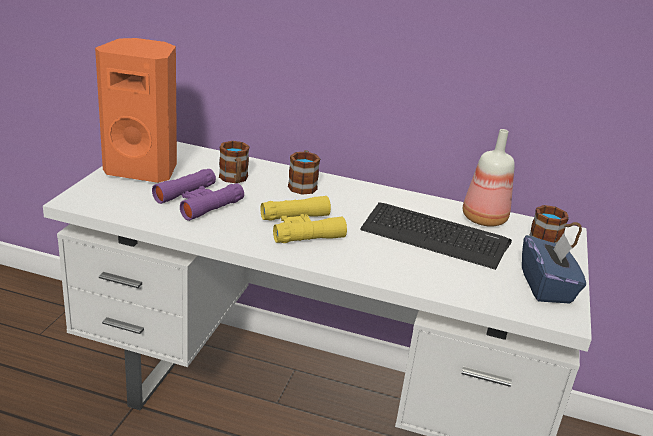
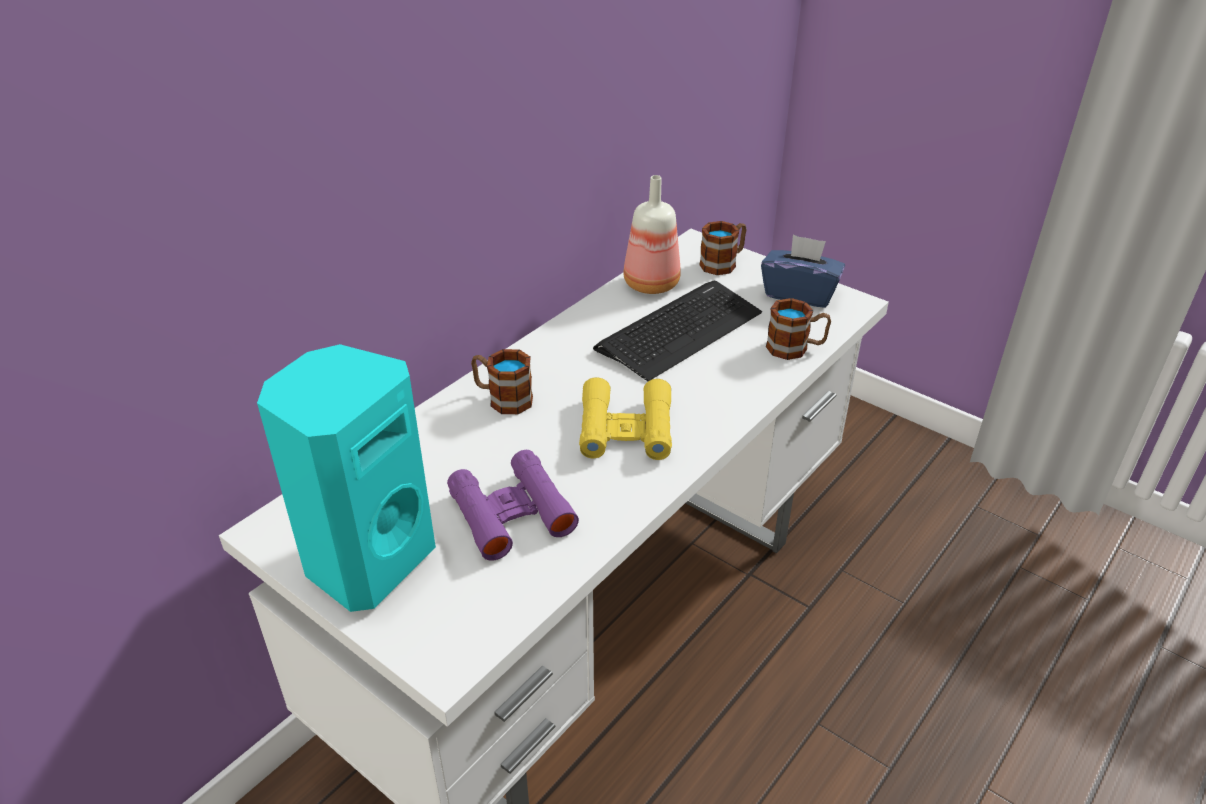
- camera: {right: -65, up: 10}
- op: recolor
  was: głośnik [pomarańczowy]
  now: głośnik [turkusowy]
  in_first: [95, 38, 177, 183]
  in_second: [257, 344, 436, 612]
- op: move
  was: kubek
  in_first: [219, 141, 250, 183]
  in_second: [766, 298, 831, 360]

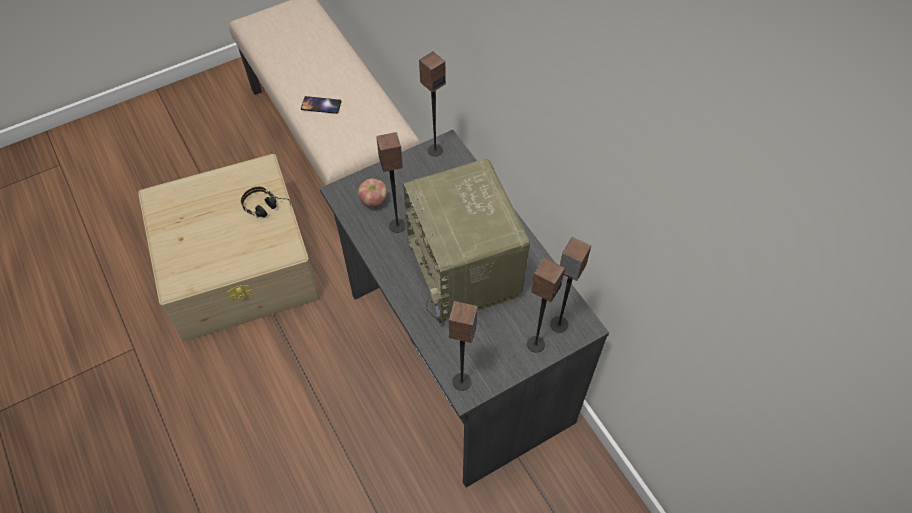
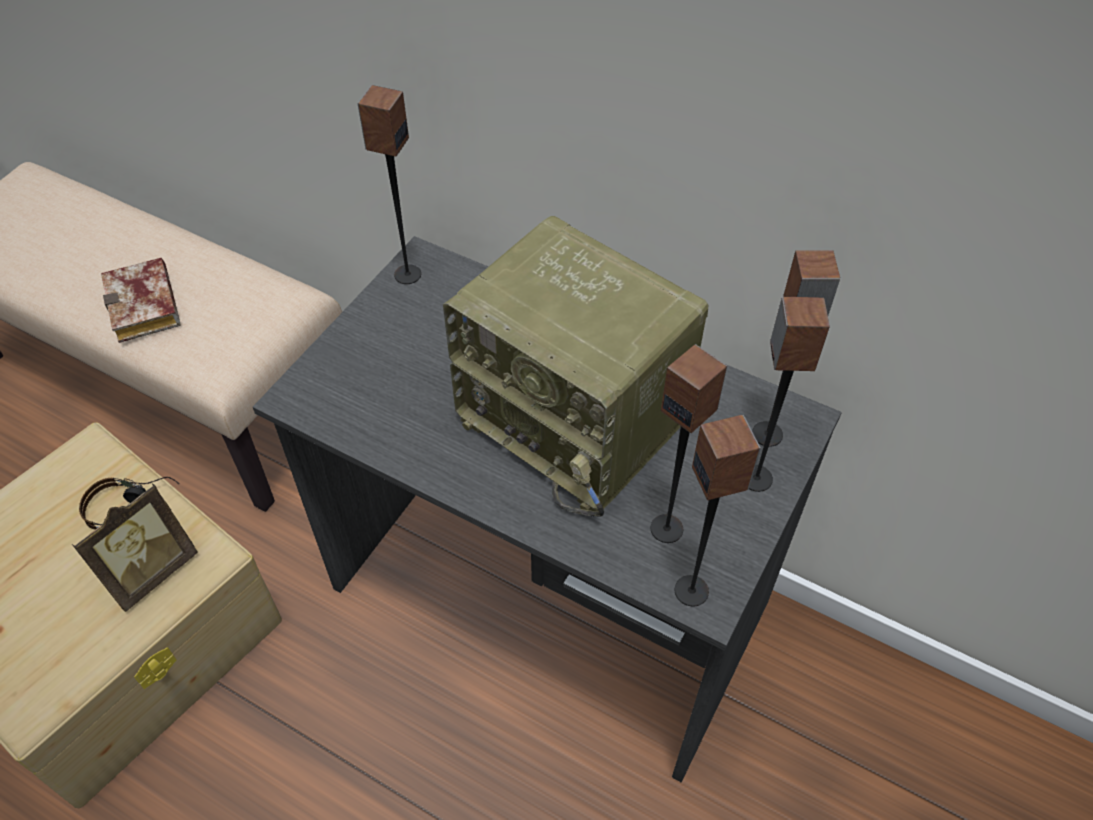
- camera: {right: -30, up: -5}
- op: replace
  was: telefon
  now: książka
  in_first: [301, 96, 342, 114]
  in_second: [101, 258, 181, 343]
- op: move
  was: głośnik
  in_first: [376, 132, 406, 233]
  in_second: [651, 344, 727, 543]
- op: delete
  was: jabłko
  in_first: [358, 179, 387, 207]
- op: insert
  now: ramka na zdjęcie
  in_second: [72, 483, 198, 612]

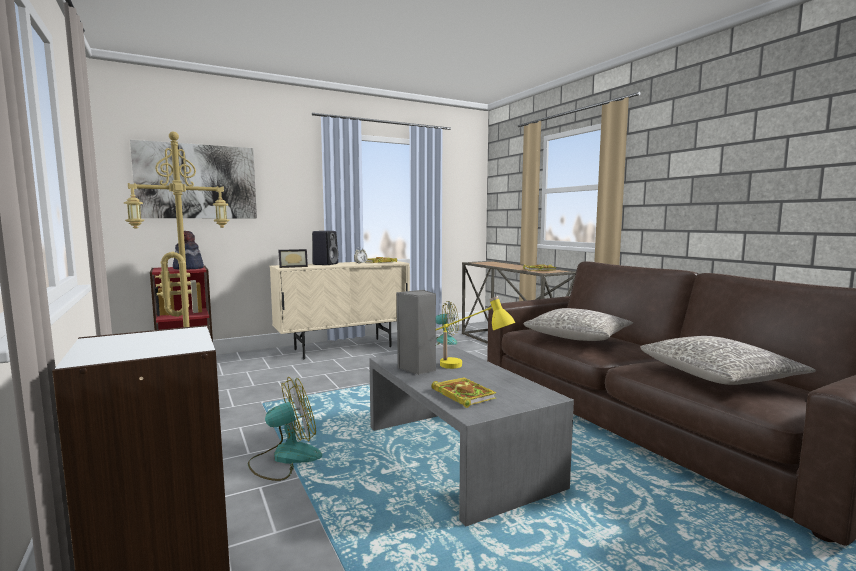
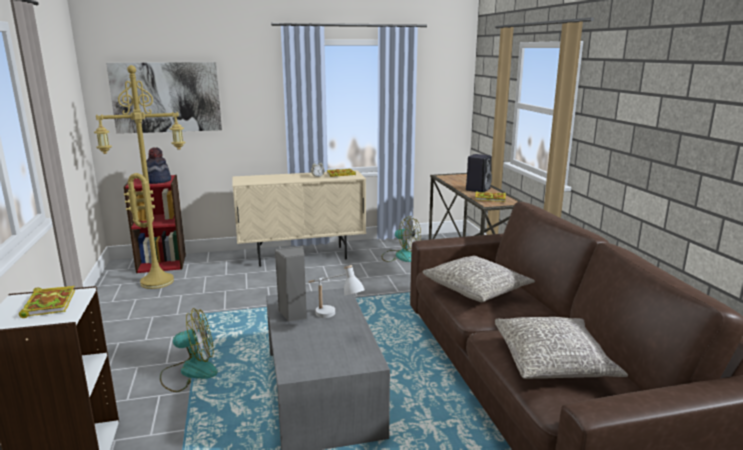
- camera: {right: 15, up: 10}
- op: move
  was: głośnik [czarny]
  in_first: [312, 231, 338, 265]
  in_second: [466, 154, 492, 193]
- op: delete
  was: ramka na zdjęcie
  in_first: [278, 249, 308, 268]
- op: recolor
  was: lampa stołowa [żółty]
  now: lampa stołowa [biały]
  in_first: [436, 296, 515, 369]
  in_second: [308, 265, 365, 318]
- op: move
  was: książka
  in_first: [431, 377, 497, 408]
  in_second: [19, 286, 75, 318]

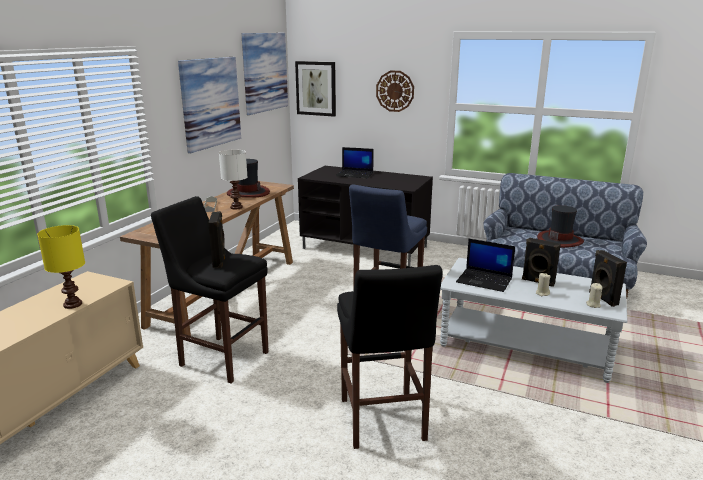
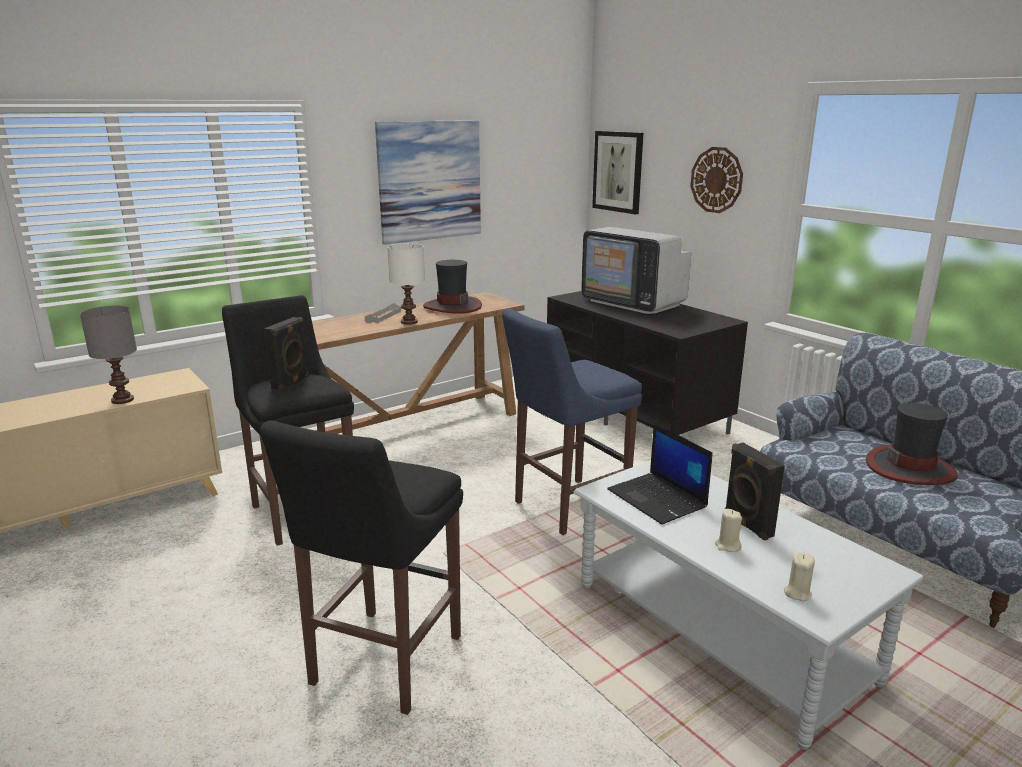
- camera: {right: 30, up: 0}
- op: delete
  was: obraz
  in_first: [241, 33, 288, 115]
- op: replace
  was: laptop
  now: telewizor
  in_first: [336, 147, 374, 178]
  in_second: [581, 227, 691, 314]
- op: recolor
  was: lampa stołowa [żółty]
  now: lampa stołowa [szary]
  in_first: [37, 225, 85, 309]
  in_second: [80, 305, 137, 404]
- op: delete
  was: głośnik [czarny]
  in_first: [589, 250, 627, 307]

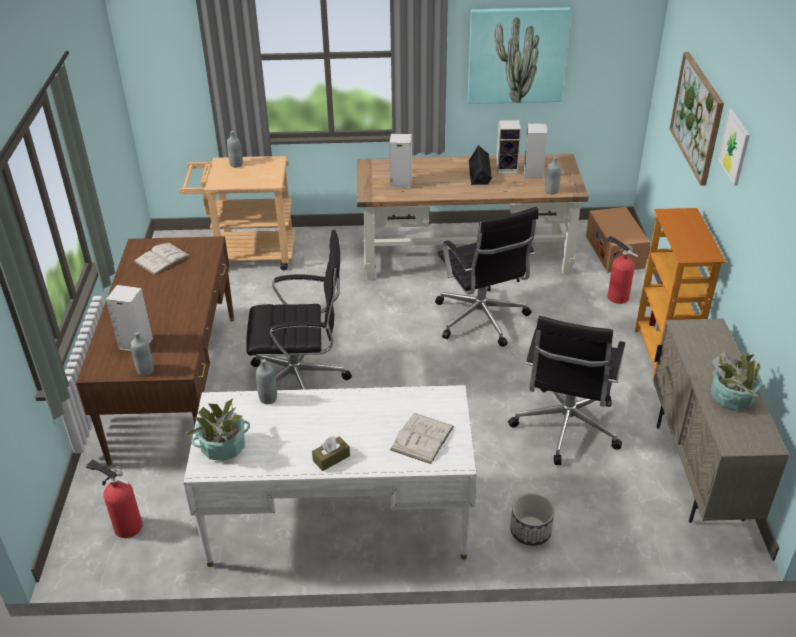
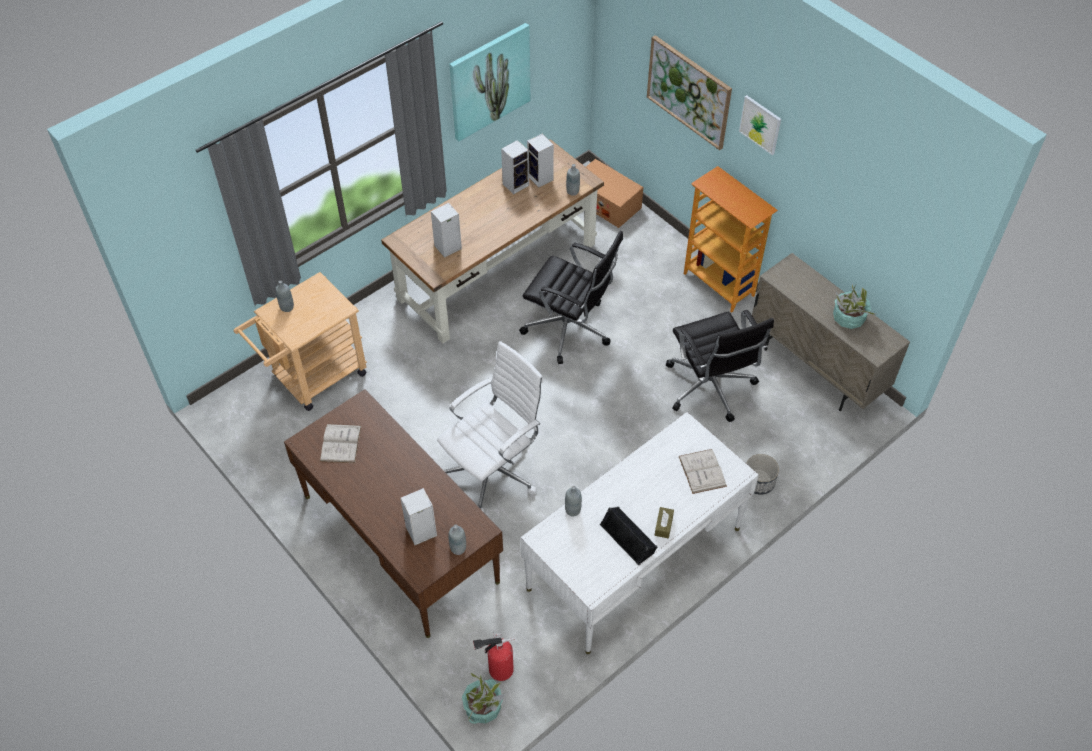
- camera: {right: -40, up: 15}
- op: move
  was: głośnik [czarny]
  in_first: [469, 145, 492, 185]
  in_second: [600, 507, 658, 565]
- op: recolor
  was: krzesło biurowe [czarny]
  now: krzesło biurowe [biały]
  in_first: [246, 230, 352, 391]
  in_second: [437, 341, 543, 511]
- op: delete
  was: gaśnica
  in_first: [606, 236, 638, 304]
- op: move
  was: roślina doniczkowa
  in_first: [185, 398, 250, 461]
  in_second: [462, 671, 505, 724]

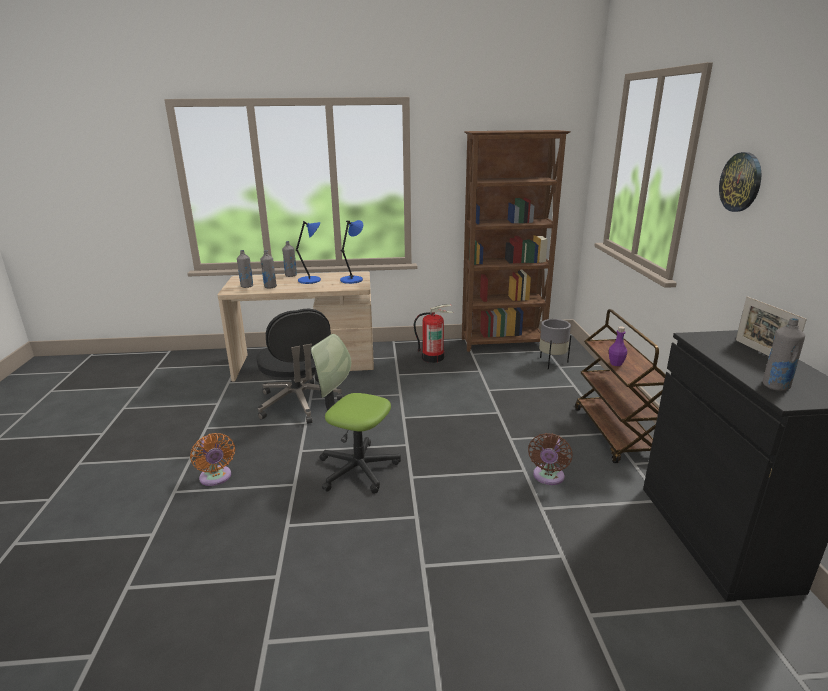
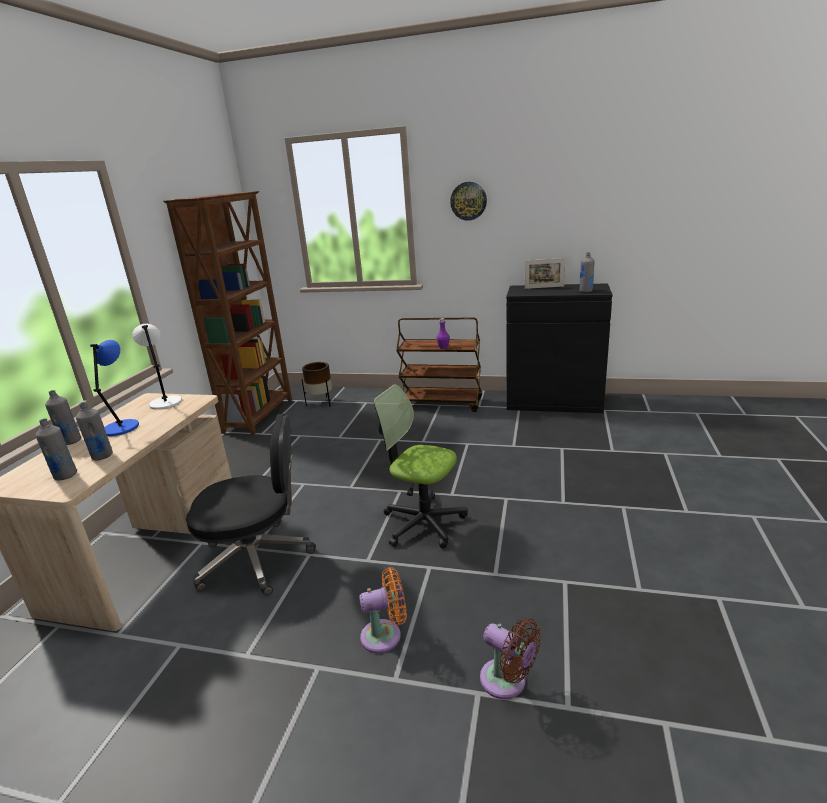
- camera: {right: -70, up: 0}
- op: recolor
  was: lampa stołowa [niebieski]
  now: lampa stołowa [biały]
  in_first: [340, 220, 363, 284]
  in_second: [132, 324, 182, 410]
- op: delete
  was: gaśnica
  in_first: [414, 304, 454, 363]
- op: recolor
  was: donica [szary]
  now: donica [brązowy]
  in_first: [539, 319, 571, 370]
  in_second: [302, 362, 332, 407]
- op: rotate
  was: krzesło biurowe
  in_first: [311, 334, 401, 494]
  in_second: [373, 384, 468, 549]
  clockwise: 75
- op: move
  was: wentylator [brązowy]
  in_first: [528, 433, 572, 485]
  in_second: [480, 618, 541, 699]

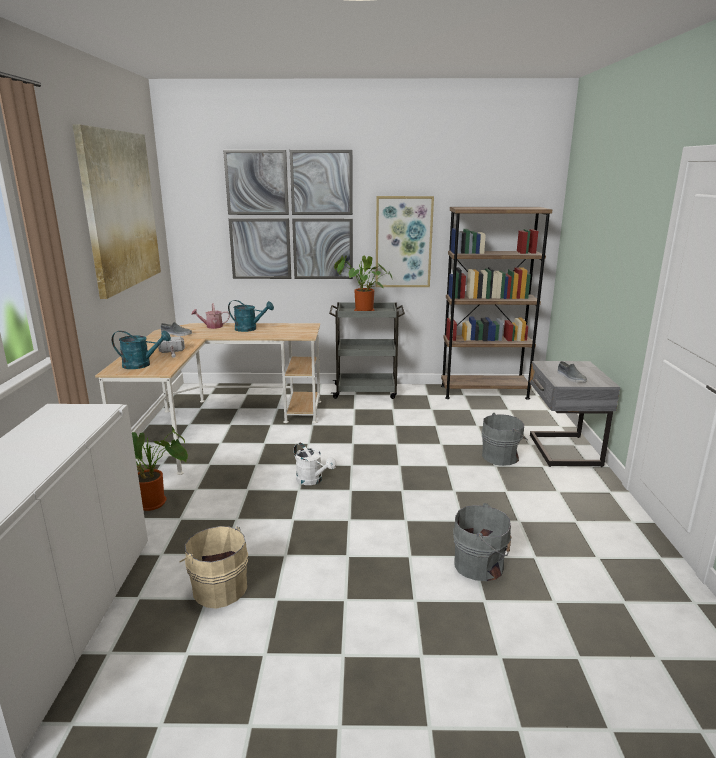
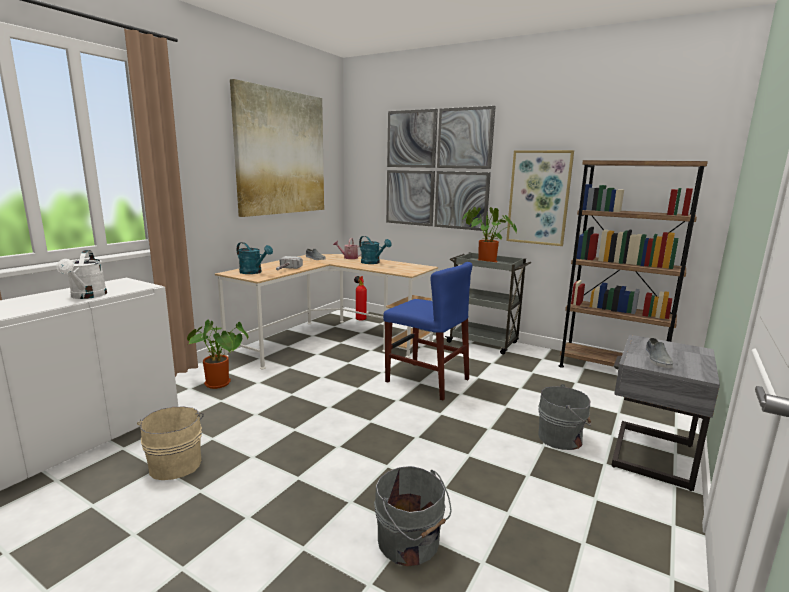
- camera: {right: 30, up: -5}
- op: move
  was: konewka [biały]
  in_first: [294, 443, 336, 485]
  in_second: [56, 250, 107, 299]
- op: insert
  now: krzesło [niebieski]
  in_second: [383, 262, 473, 401]
- op: insert
  now: gaśnica
  in_second: [354, 276, 367, 321]

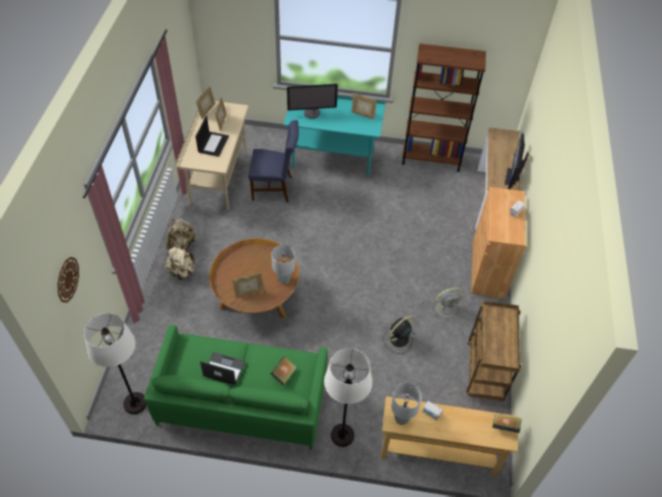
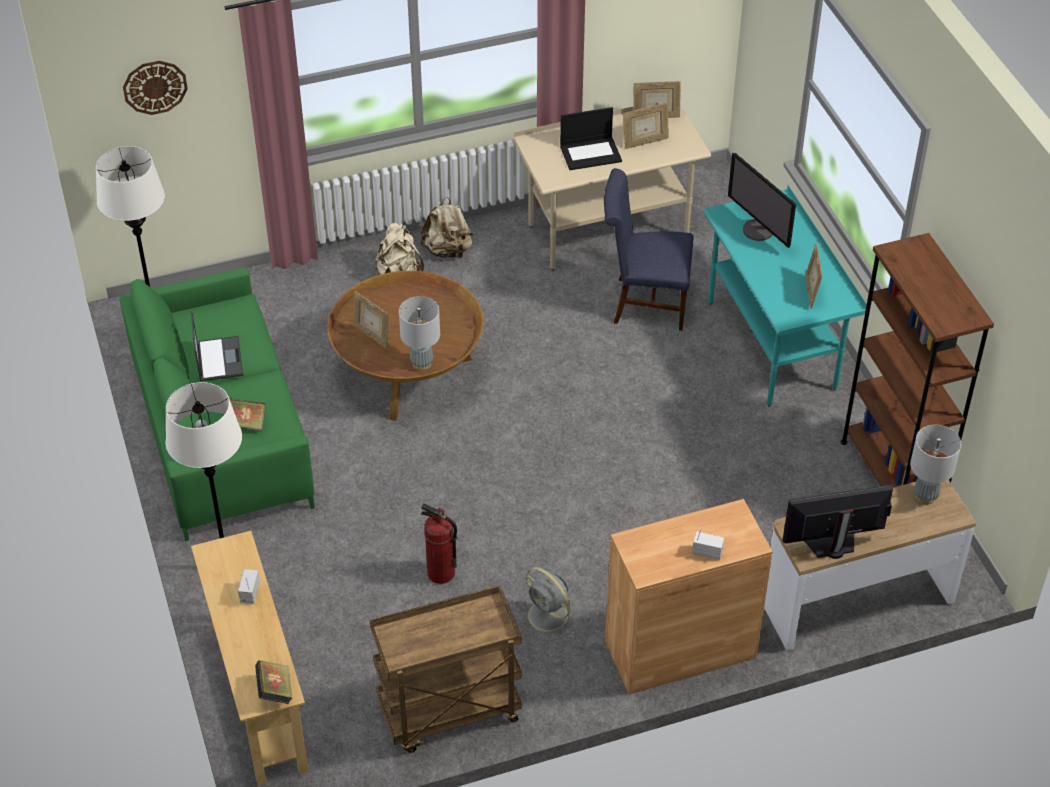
- camera: {right: 65, up: -5}
- op: rotate
  was: krzesło [niebieski]
  in_first: [248, 120, 299, 202]
  in_second: [604, 168, 694, 331]
  clockwise: 120
- op: replace
  was: wentylator [czarny]
  now: gaśnica
  in_first: [383, 316, 415, 354]
  in_second: [421, 504, 457, 584]
- op: move
  was: lampa stołowa [szary]
  in_first: [391, 383, 422, 425]
  in_second: [910, 425, 961, 504]

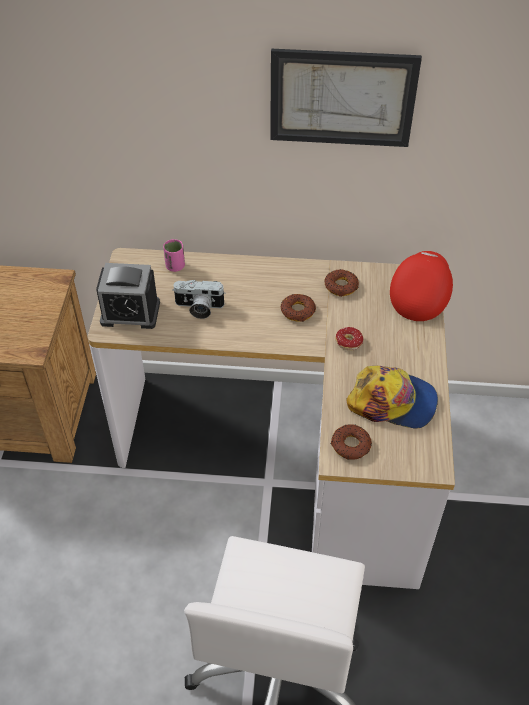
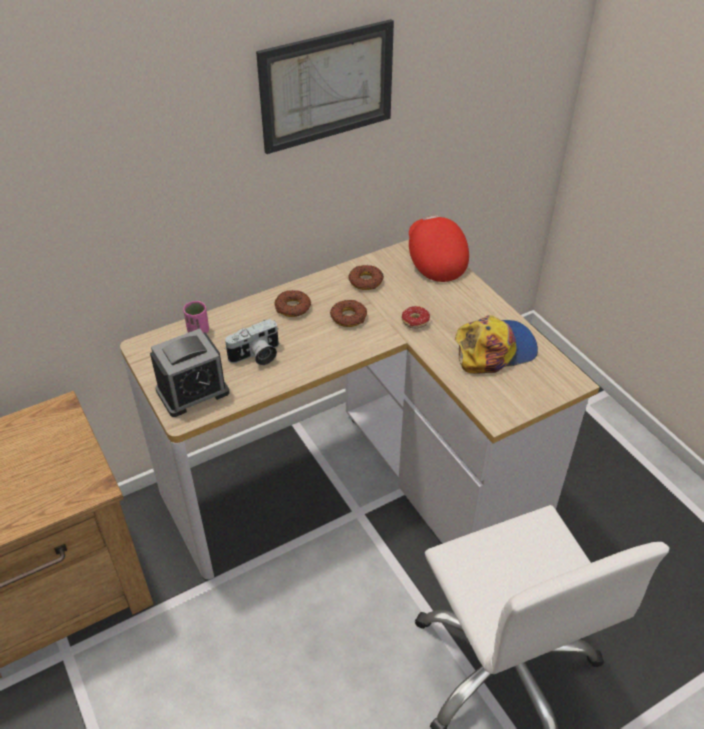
- camera: {right: -35, up: -5}
- op: move
  was: donut
  in_first: [331, 424, 372, 460]
  in_second: [275, 290, 311, 317]

